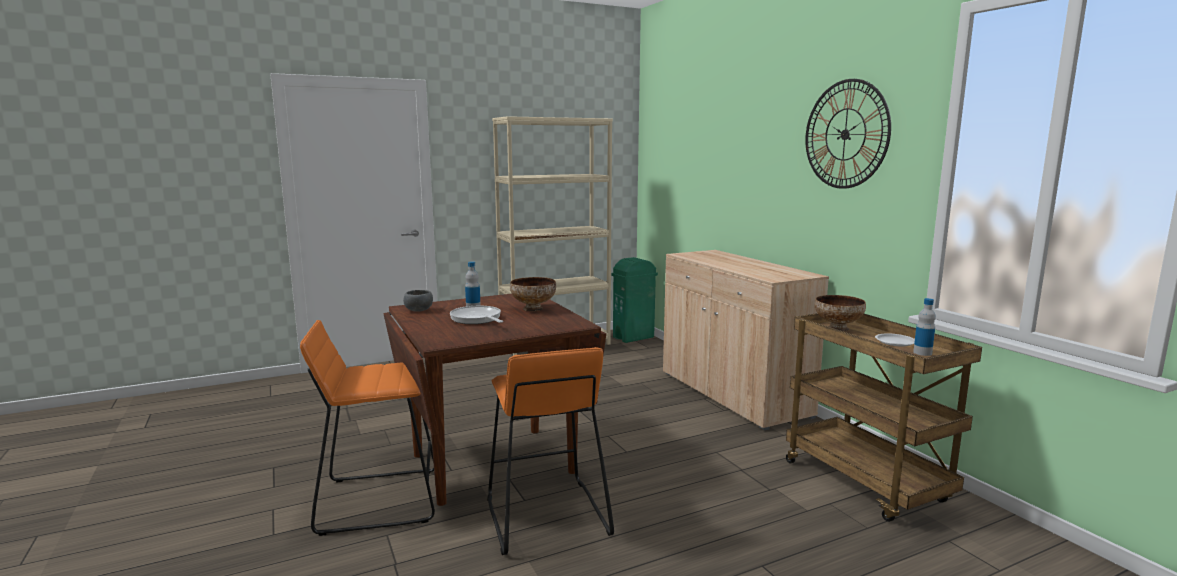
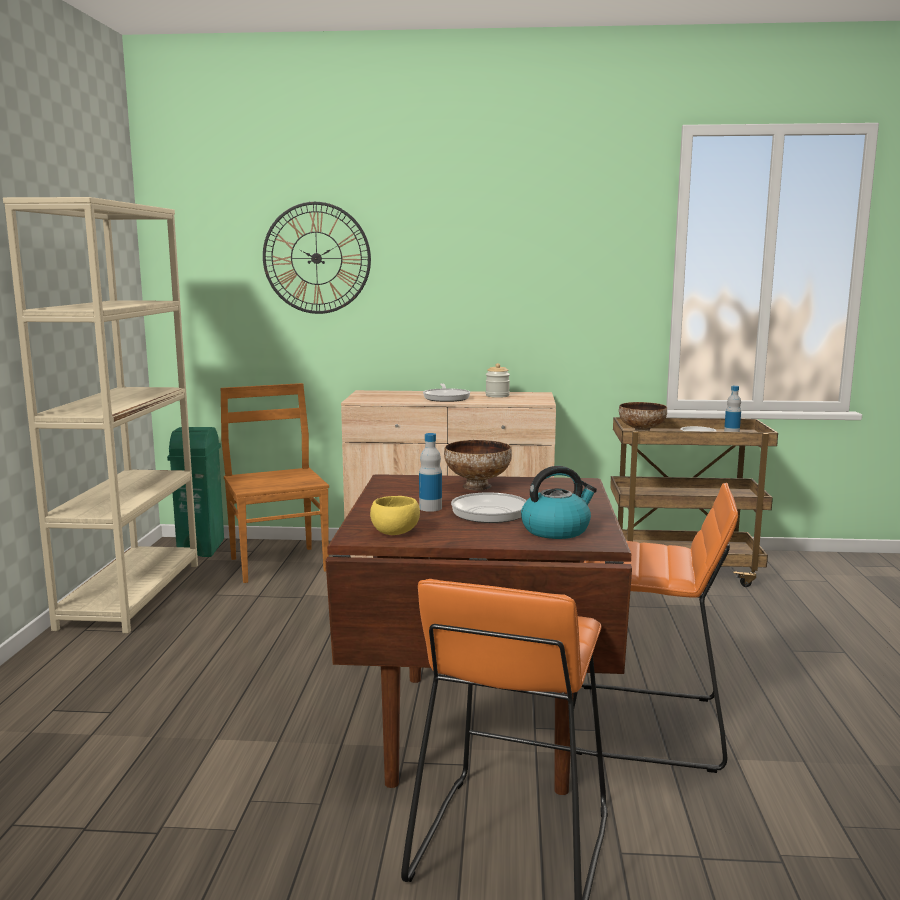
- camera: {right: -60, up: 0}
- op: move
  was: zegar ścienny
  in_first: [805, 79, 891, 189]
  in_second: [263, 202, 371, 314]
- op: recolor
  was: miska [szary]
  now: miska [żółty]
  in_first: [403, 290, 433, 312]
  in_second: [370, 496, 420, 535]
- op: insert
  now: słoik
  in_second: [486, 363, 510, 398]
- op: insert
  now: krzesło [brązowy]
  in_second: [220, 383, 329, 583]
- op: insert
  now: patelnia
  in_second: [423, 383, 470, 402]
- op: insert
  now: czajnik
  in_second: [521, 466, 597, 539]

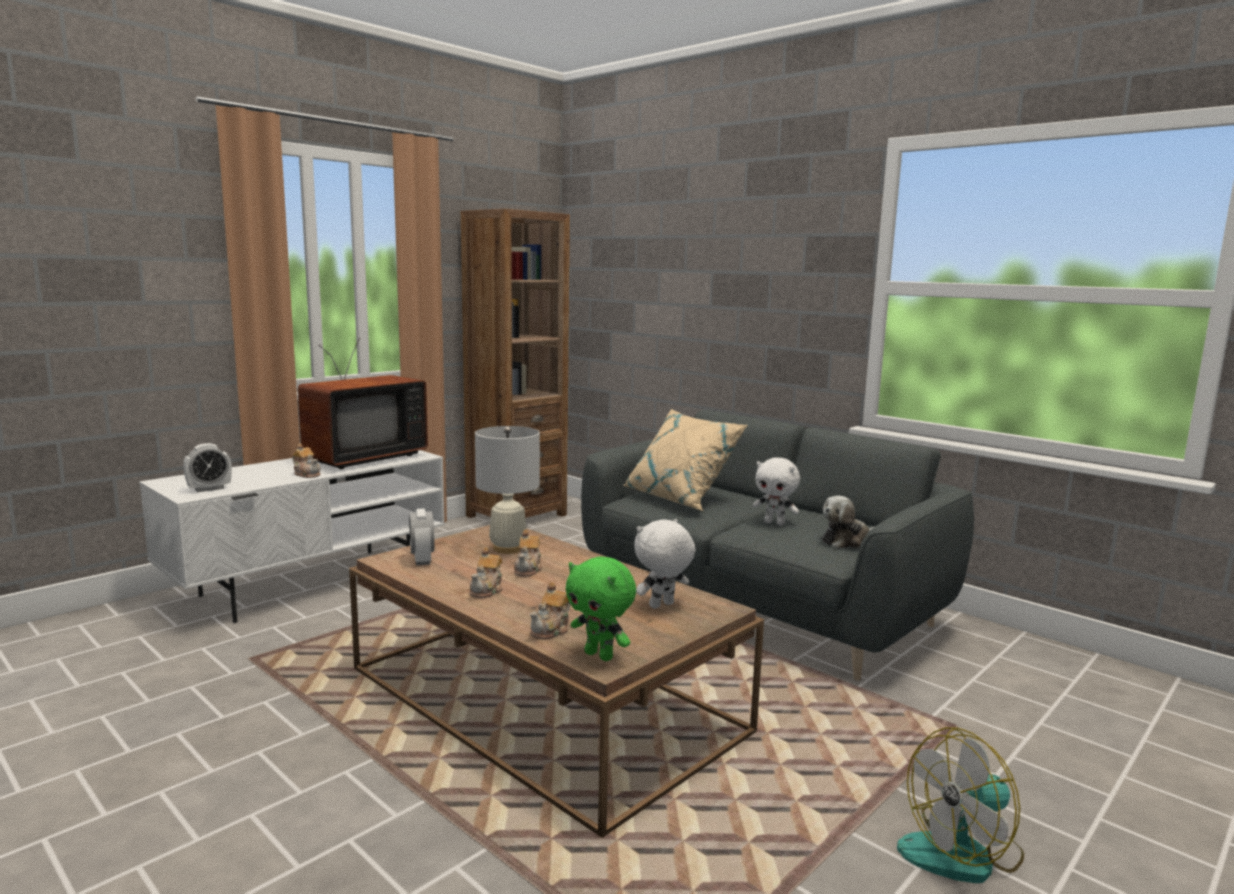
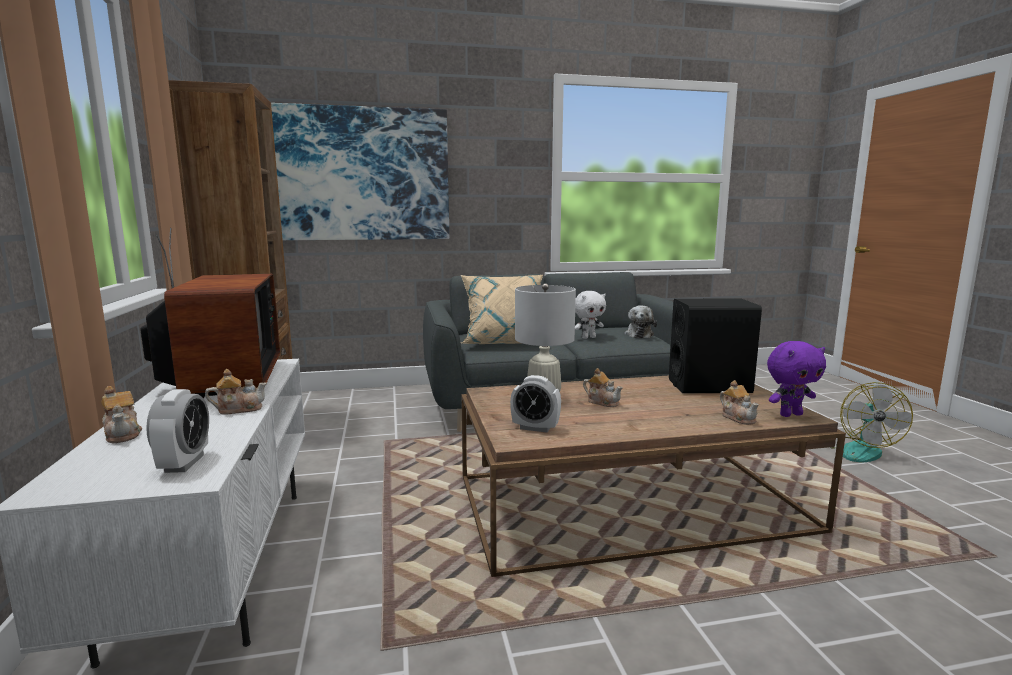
- camera: {right: -55, up: 0}
- op: replace
  was: pluszak [biały]
  now: głośnik [czarny]
  in_first: [634, 519, 695, 609]
  in_second: [669, 299, 762, 393]
- op: move
  was: imbryk
  in_first: [470, 548, 503, 598]
  in_second: [101, 386, 142, 443]
- op: recolor
  was: pluszak [zielony]
  now: pluszak [fioletowy]
  in_first: [566, 556, 636, 661]
  in_second: [767, 341, 826, 417]
- op: insert
  now: obraz
  in_second: [271, 103, 449, 240]

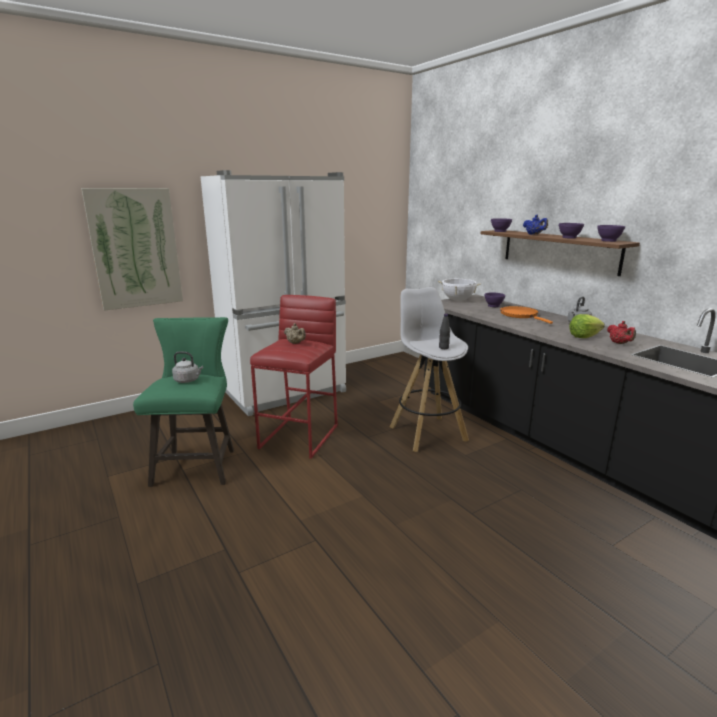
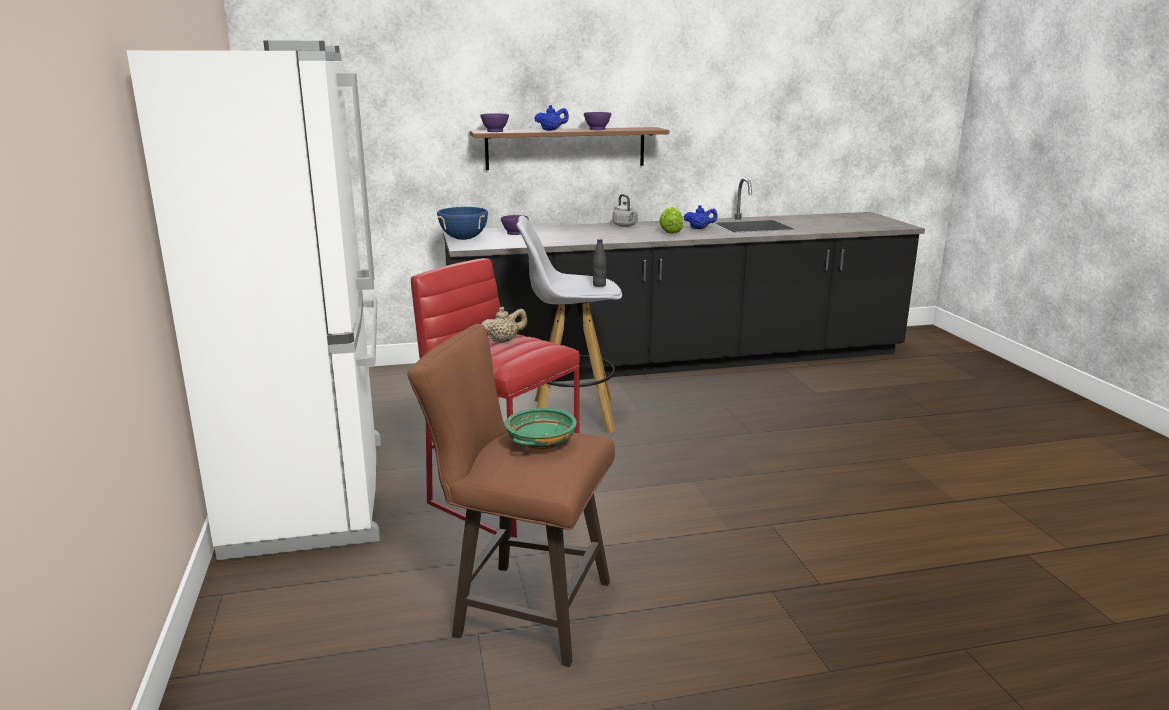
- camera: {right: -70, up: 0}
- op: delete
  was: obraz
  in_first: [81, 188, 183, 311]
- op: delete
  was: miska [fioletowy]
  in_first: [597, 225, 625, 242]
- op: recolor
  was: garnek [biały]
  now: garnek [niebieski]
  in_first: [438, 279, 481, 301]
  in_second: [437, 207, 488, 240]
- op: delete
  was: patelnia [pomarańczowy]
  in_first: [500, 306, 553, 324]
- op: recolor
  was: stołek [zielony]
  now: stołek [brązowy]
  in_first: [133, 317, 234, 487]
  in_second: [407, 324, 615, 667]
- op: recolor
  was: imbryk [czerwony]
  now: imbryk [niebieski]
  in_first: [607, 321, 636, 344]
  in_second: [683, 205, 718, 229]
- op: replace
  was: czajnik [szary]
  now: miska [zielony]
  in_first: [172, 351, 203, 383]
  in_second: [505, 408, 577, 450]

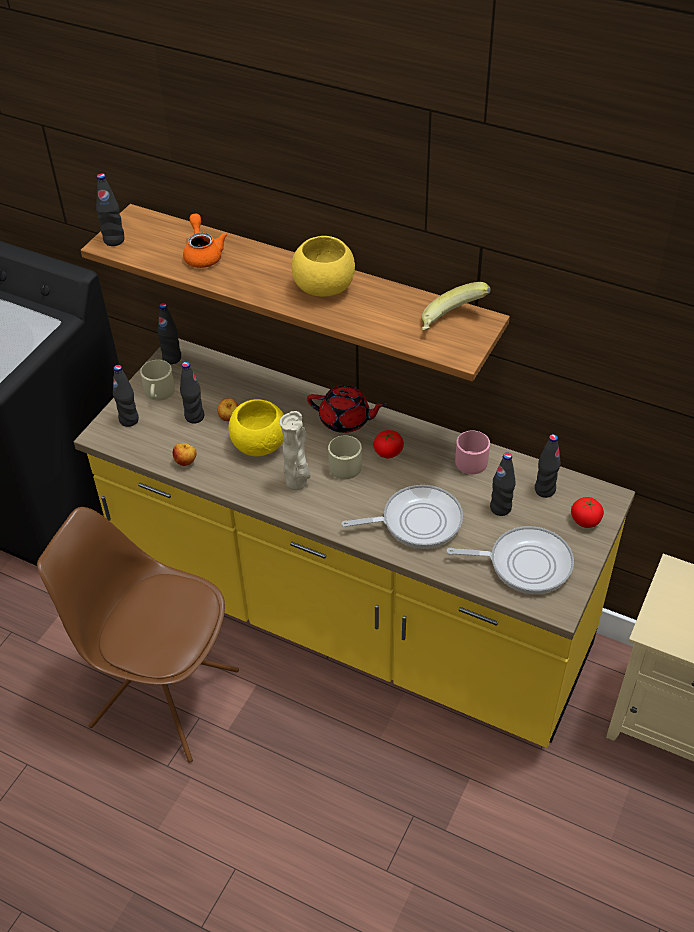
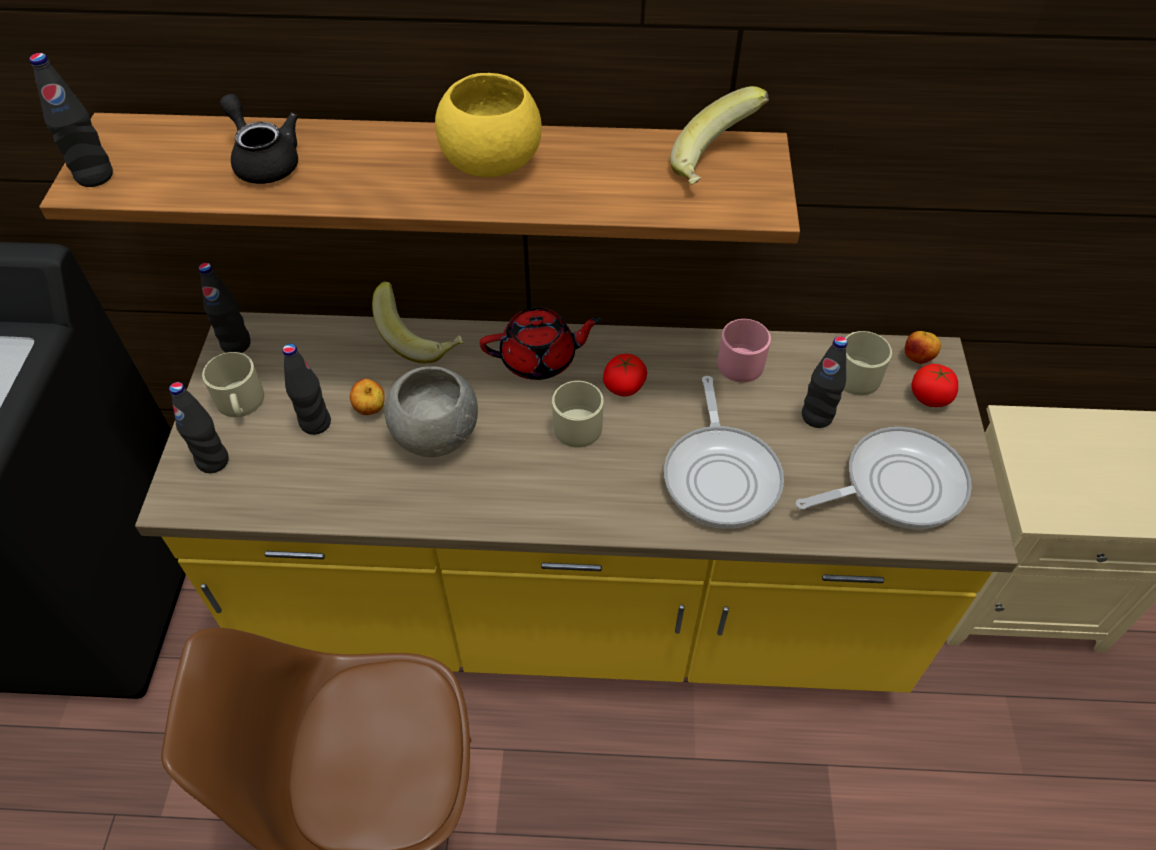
- camera: {right: -25, up: 5}
- op: recolor
  was: imbryk [pomarańczowy]
  now: imbryk [czarny]
  in_first: [183, 213, 227, 268]
  in_second: [220, 94, 298, 184]
- op: recolor
  was: miska [żółty]
  now: miska [szary]
  in_first: [229, 399, 284, 457]
  in_second: [384, 366, 478, 457]
- op: delete
  was: wazon [beżowy]
  in_first: [279, 411, 311, 490]
- op: replace
  was: butelka [czarny]
  now: kubek [beżowy]
  in_first: [535, 434, 561, 498]
  in_second: [844, 331, 892, 396]
- op: move
  was: jabłko
  in_first: [173, 443, 197, 466]
  in_second: [905, 331, 941, 364]
- op: rotate
  was: patelnia
  in_first: [342, 485, 463, 549]
  in_second: [664, 376, 784, 529]
  clockwise: 120
- op: insert
  now: banan
  in_second: [372, 281, 464, 364]

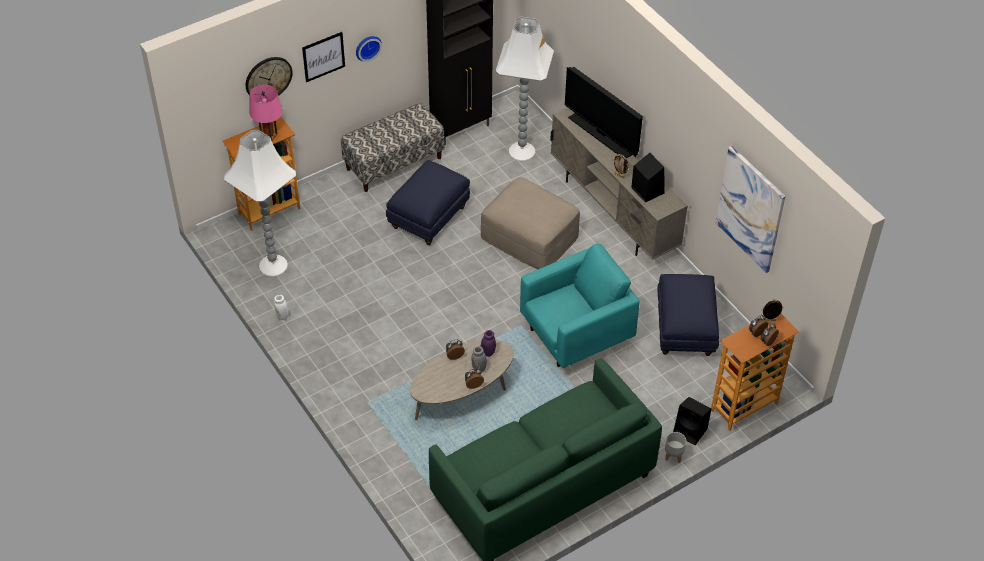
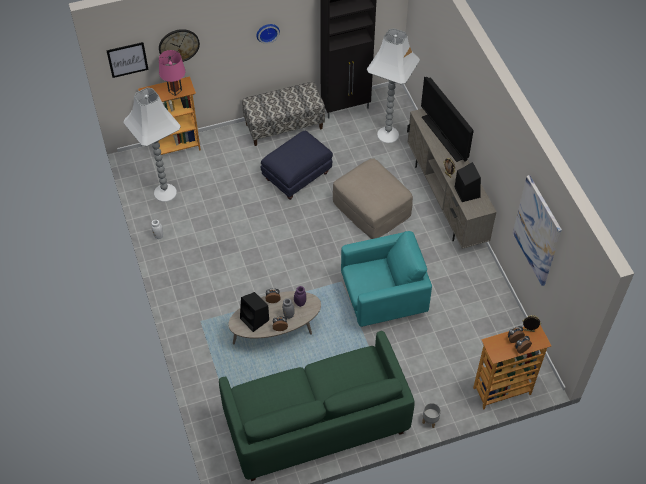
- camera: {right: 15, up: 5}
- op: move
  was: obraz
  in_first: [302, 32, 345, 82]
  in_second: [106, 42, 149, 78]
- op: delete
  was: pufa [niebieski]
  in_first: [657, 274, 719, 356]
- op: move
  was: głośnik [czarny]
  in_first: [673, 397, 711, 445]
  in_second: [240, 292, 269, 332]

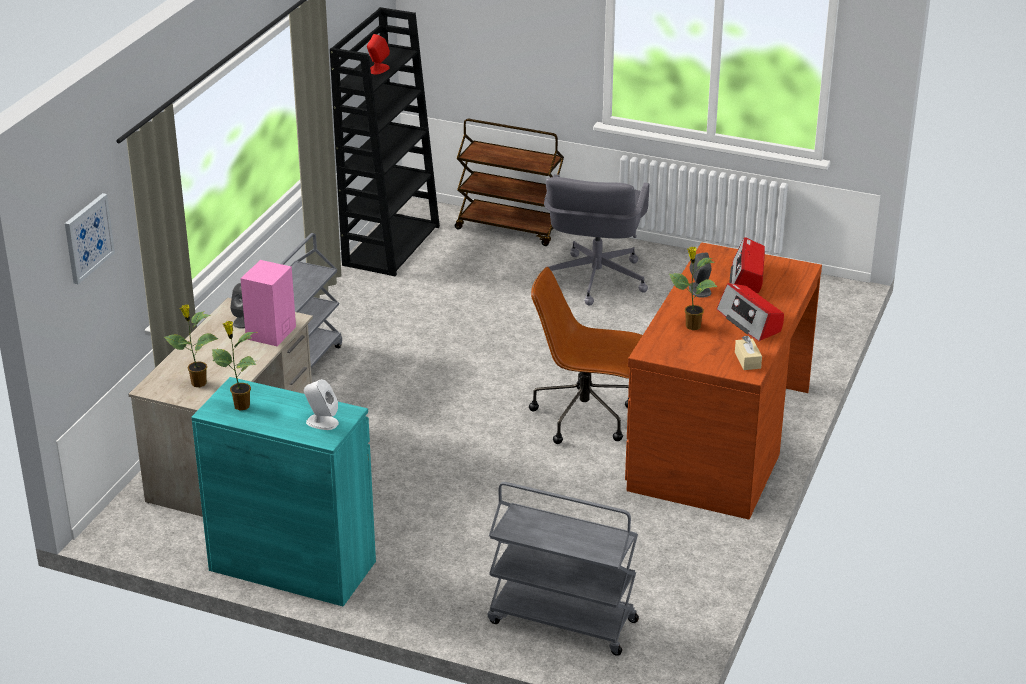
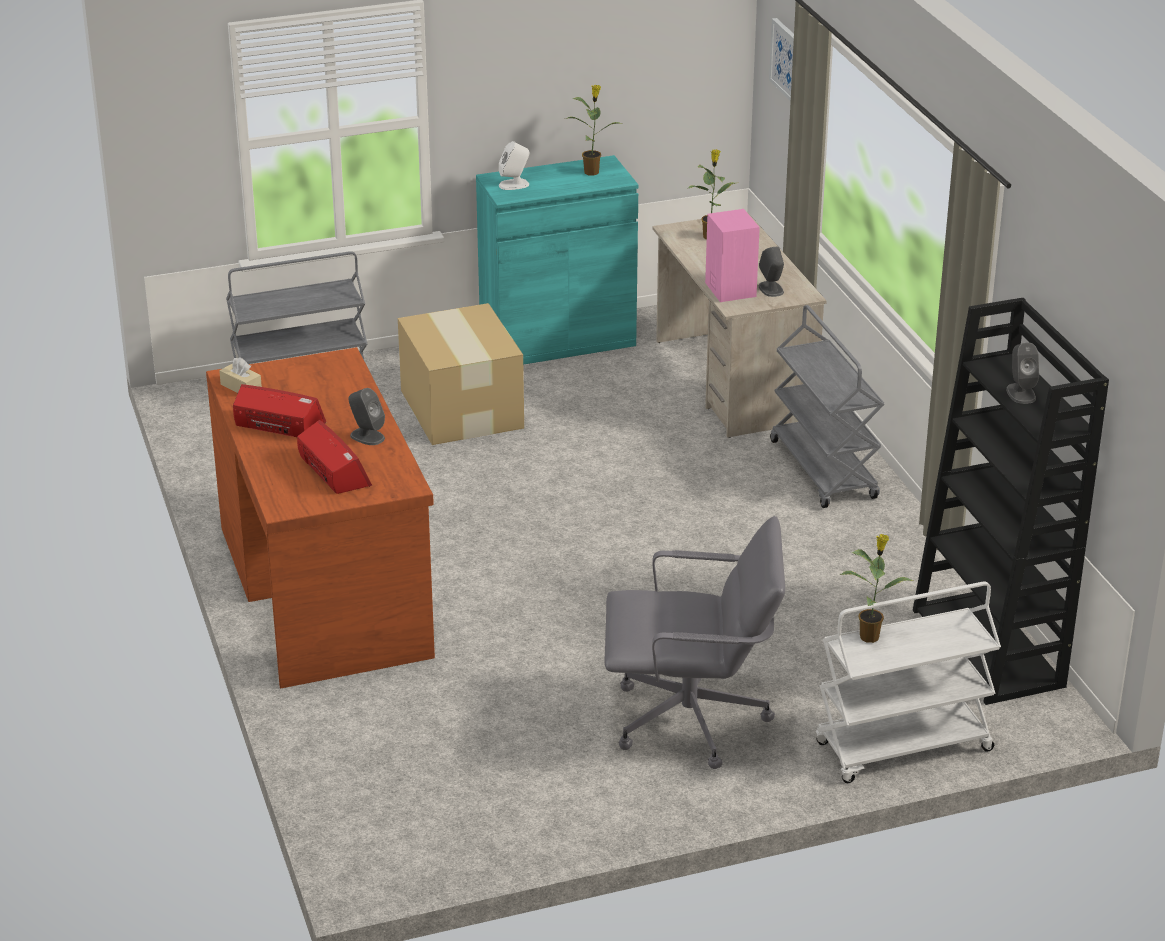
- camera: {right: 140, up: 0}
- op: recolor
  was: głośnik [czerwony]
  now: głośnik [szary]
  in_first: [367, 34, 390, 74]
  in_second: [1006, 342, 1039, 404]
- op: recolor
  was: wózek [brązowy]
  now: wózek [biały]
  in_first: [455, 119, 564, 246]
  in_second: [815, 582, 1001, 783]
- op: rotate
  was: krzesło biurowe [szary]
  in_first: [544, 174, 649, 306]
  in_second: [604, 516, 785, 769]
  clockwise: 120
- op: move
  was: roślina doniczkowa
  in_first: [669, 247, 717, 330]
  in_second: [839, 534, 914, 643]
- op: delete
  was: krzesło biurowe [brązowy]
  in_first: [529, 267, 643, 444]
- op: insert
  now: karton
  in_second: [398, 303, 524, 445]

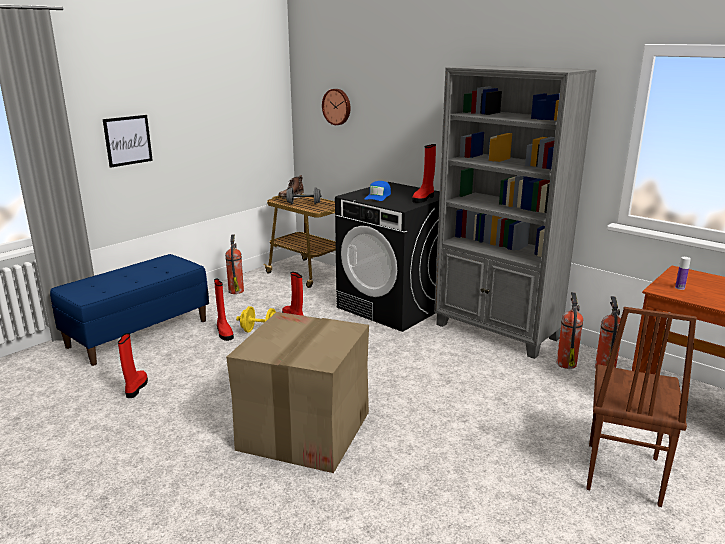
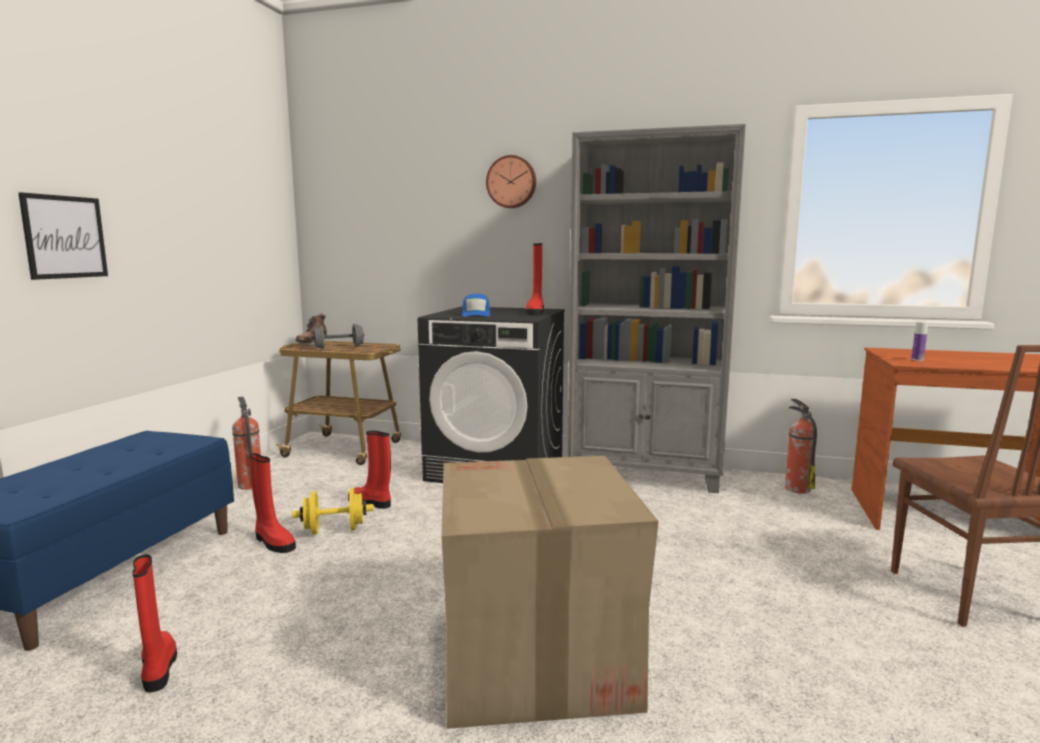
- camera: {right: -25, up: -10}
- op: move
  was: zegar ścienny
  in_first: [322, 89, 350, 125]
  in_second: [486, 155, 536, 208]
- op: delete
  was: gaśnica
  in_first: [557, 292, 583, 369]

